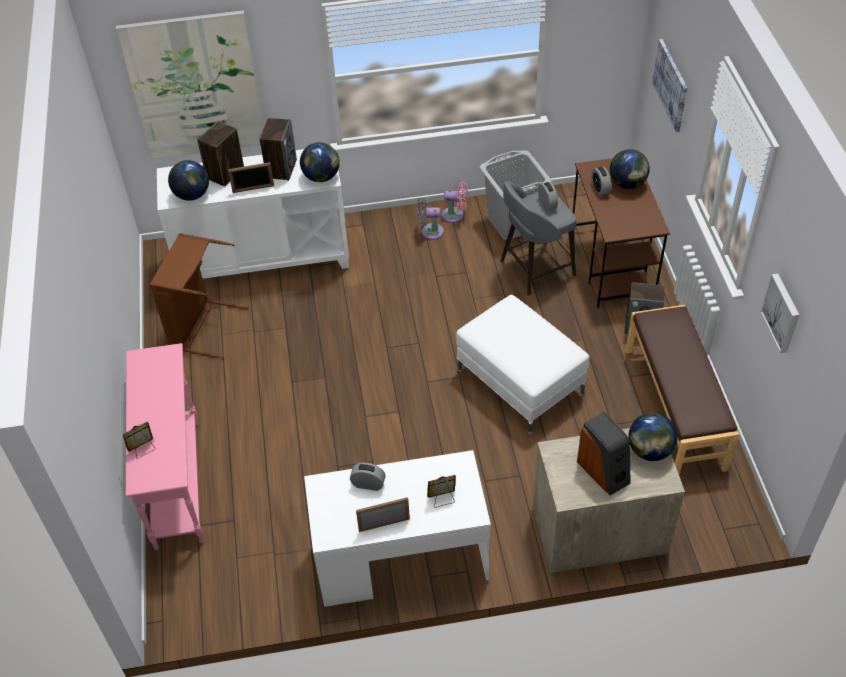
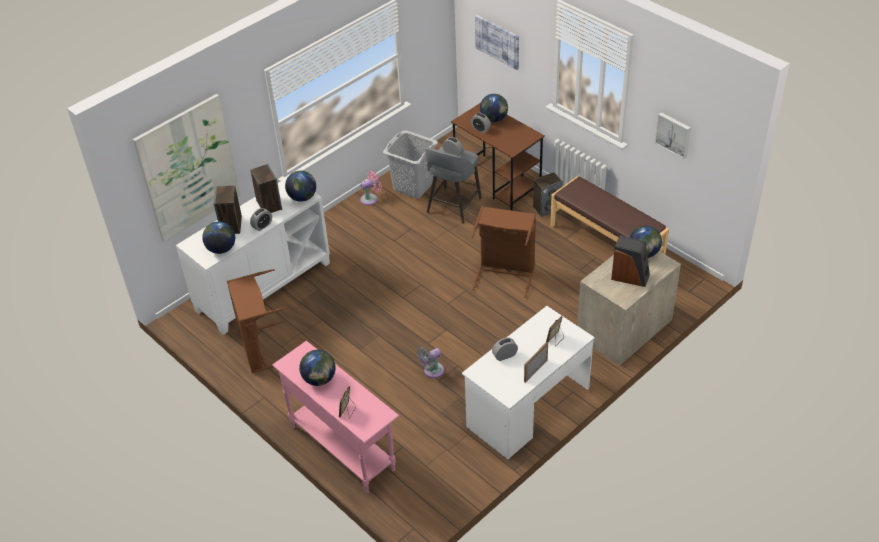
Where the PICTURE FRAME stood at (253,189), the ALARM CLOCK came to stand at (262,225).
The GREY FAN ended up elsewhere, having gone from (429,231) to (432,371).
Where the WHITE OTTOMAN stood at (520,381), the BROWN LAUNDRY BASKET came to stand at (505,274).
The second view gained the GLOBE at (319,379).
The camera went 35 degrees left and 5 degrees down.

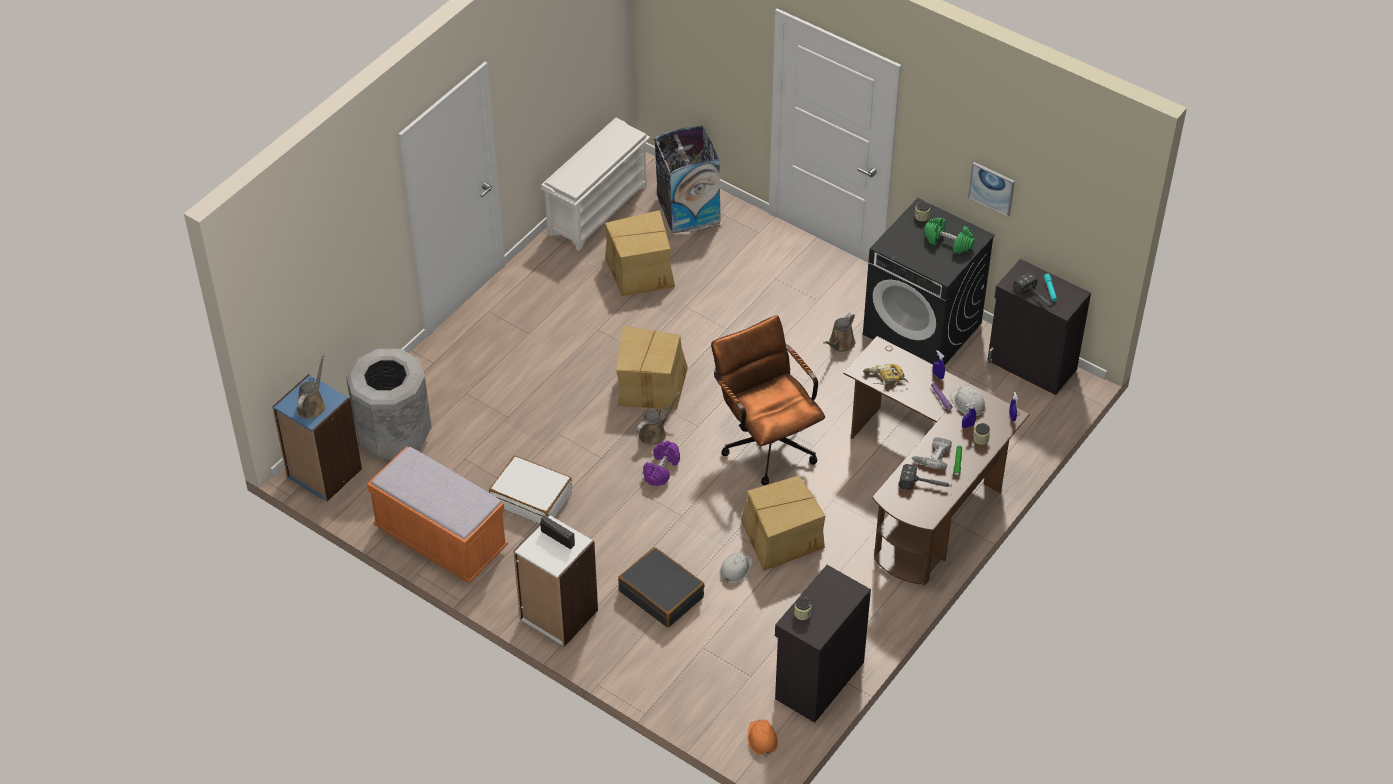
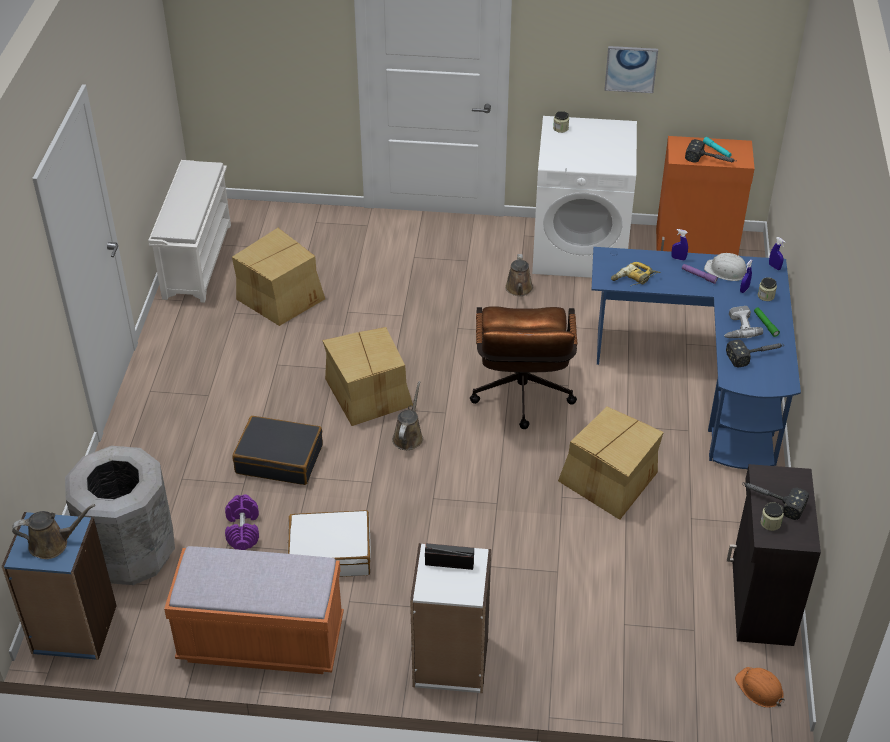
The second view lost the TRASH CAN at (688,210).
What was the BLACK WASHING MACHINE at (923,329) turned into the WHITE WASHING MACHINE at (580,249).
The second view lost the GREEN DUMBBELL at (948,242).
What was the BLACK CABINET at (1031,366) turned into the ORANGE CABINET at (697,244).
The BROWN OFFICE CHAIR at (766,441) ended up facing another way, 120 degrees counterclockwise from before.
What was the BROWN DESK at (927,492) turned into the BLUE DESK at (705,382).
The BROWN WATERING CAN at (312,405) ended up facing another way, 90 degrees clockwise from before.
The PURPLE DUMBBELL ended up elsewhere, having gone from (661,469) to (243,530).
The BLACK SUITCASE ended up elsewhere, having gone from (661,594) to (279,459).
The second view lost the WHITE HARD HAT at (735,569).
The second view gained the HAMMER at (771,500).
The camera went 30 degrees left and 5 degrees down.

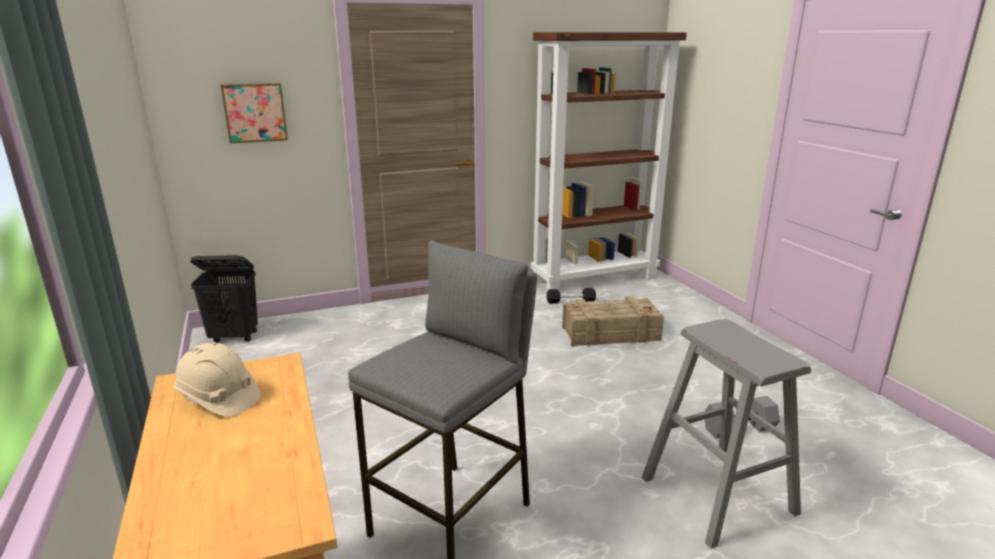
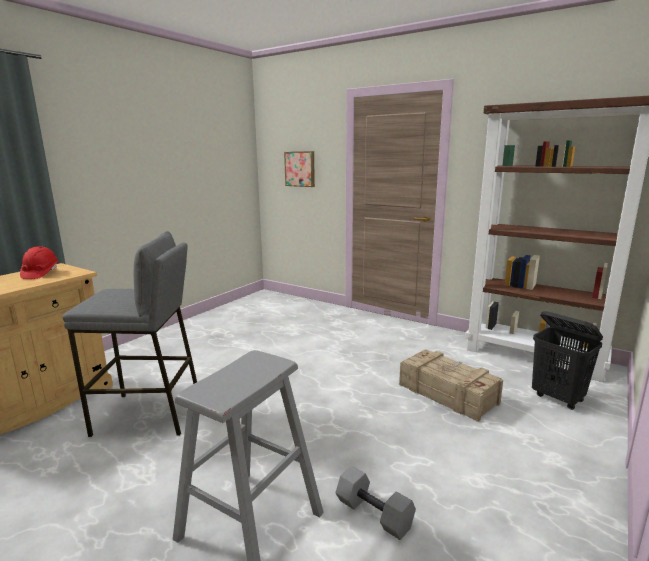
The BLACK LAUNDRY BASKET ended up elsewhere, having gone from (234,337) to (558,398).
The second view lost the BLACK DUMBBELL at (570,301).
What was the BEIGE HARD HAT at (218,398) turned into the RED HARD HAT at (40,274).
The camera went 55 degrees right and 5 degrees down.

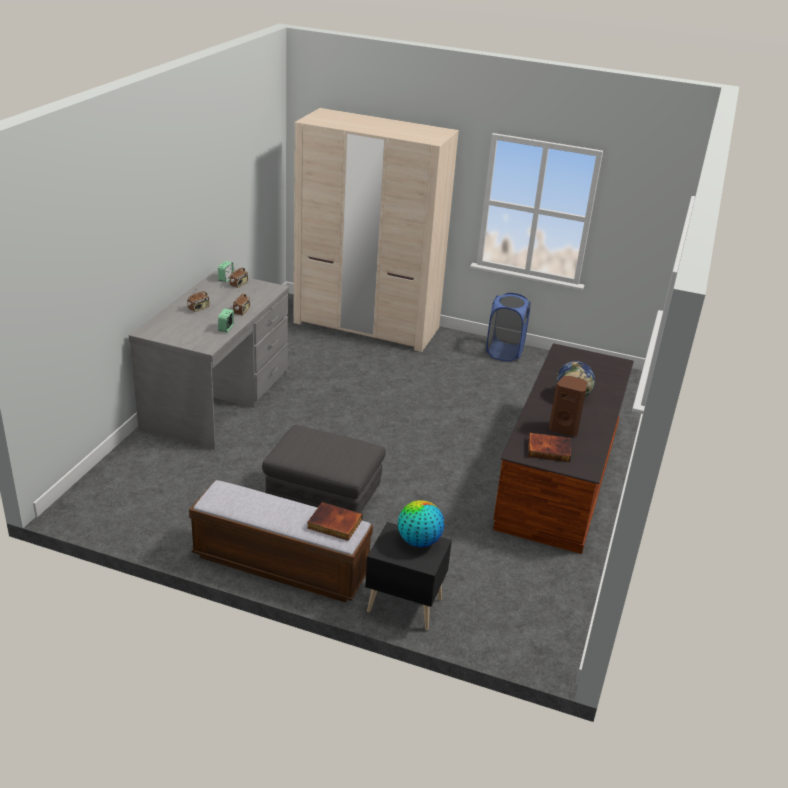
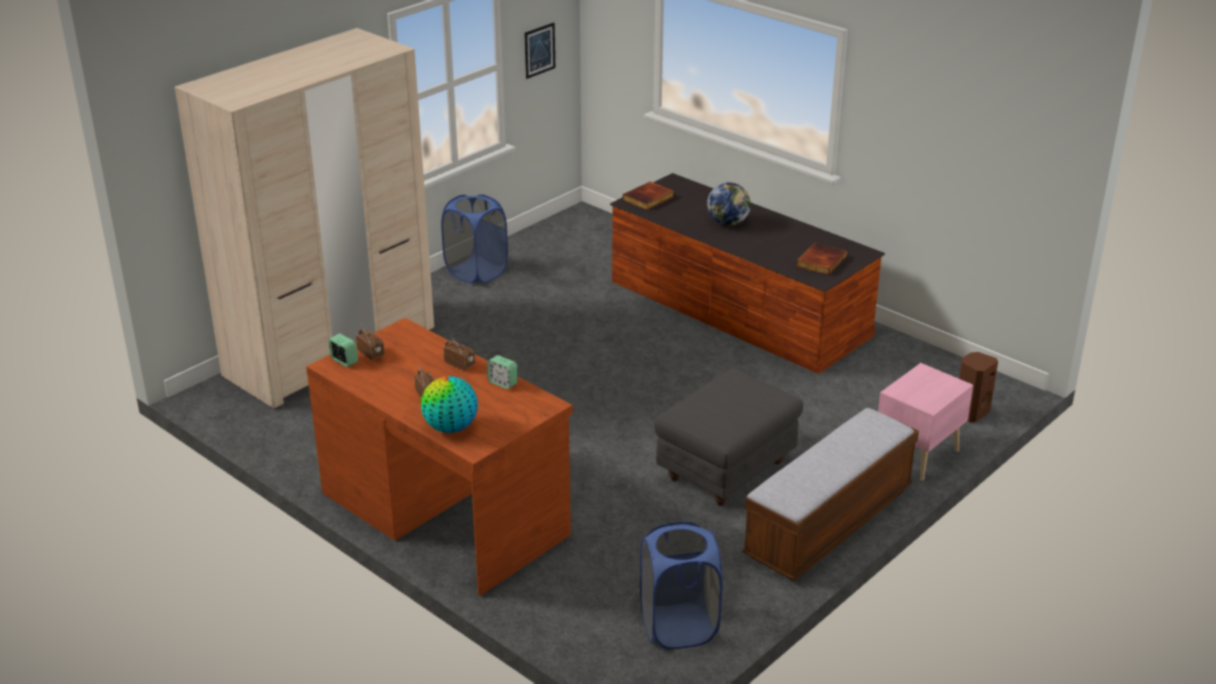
What was the GREY DESK at (218,399) turned into the BROWN DESK at (445,512).
The BROWN SPEAKER ended up elsewhere, having gone from (564,428) to (970,412).
The GLOBE ended up elsewhere, having gone from (418,541) to (450,428).
The BOOK ended up elsewhere, having gone from (334,524) to (649,199).
What was the BLACK NIGHTSTAND at (404,604) turned into the PINK NIGHTSTAND at (916,455).
The second view gained the PICTURE at (539,50).
The second view gained the BLUE LAUNDRY BASKET at (678,627).
The camera went 65 degrees left and 0 degrees up.

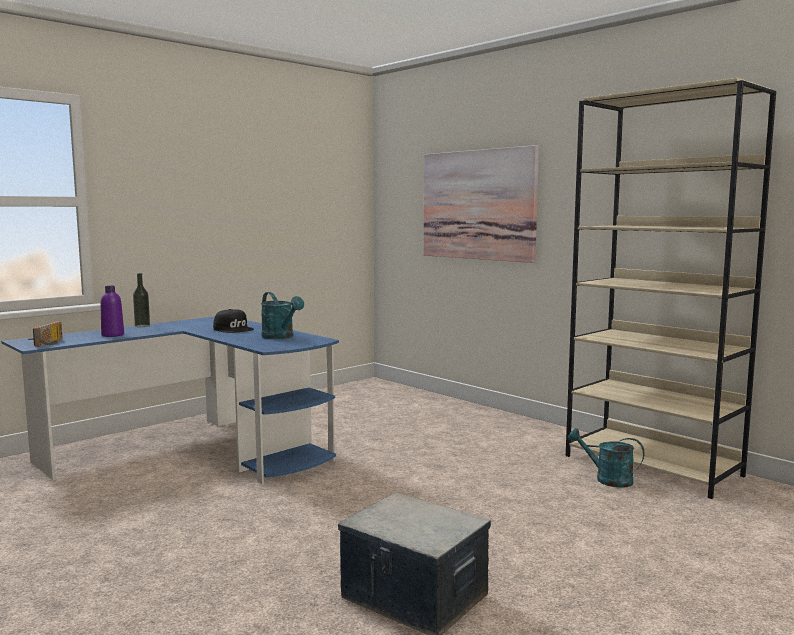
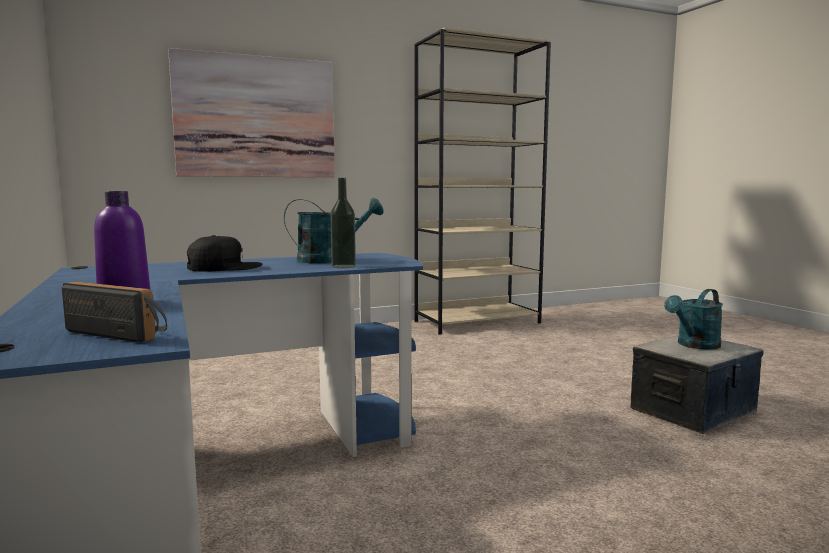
The BOTTLE ended up elsewhere, having gone from (142,326) to (343,266).
The TURQUOISE WATERING CAN ended up elsewhere, having gone from (607,479) to (694,345).
The camera went 70 degrees left and 0 degrees up.

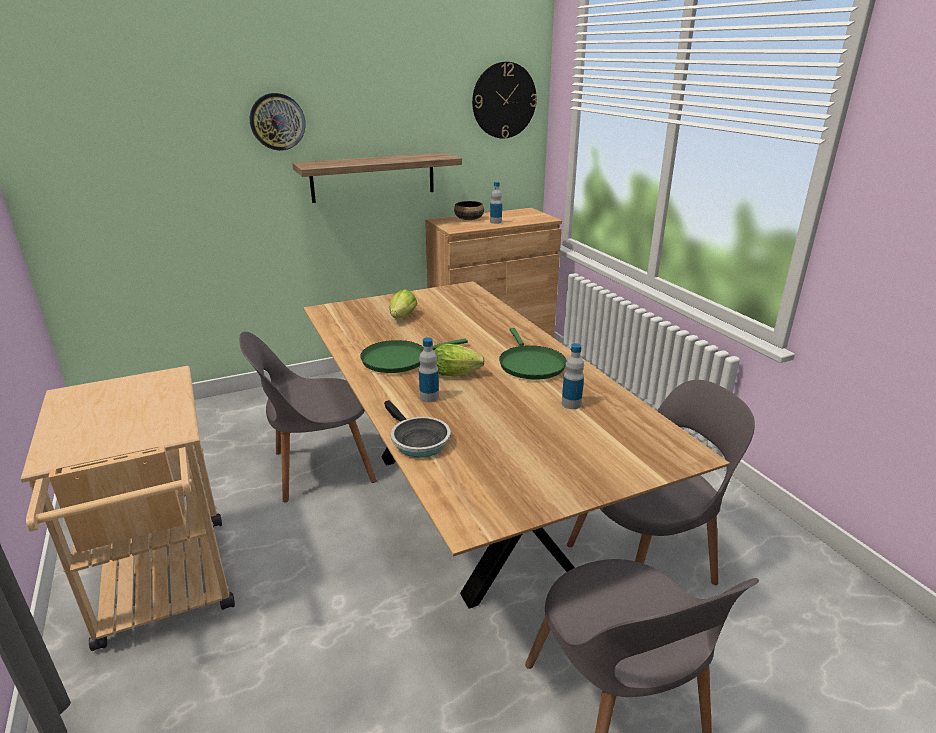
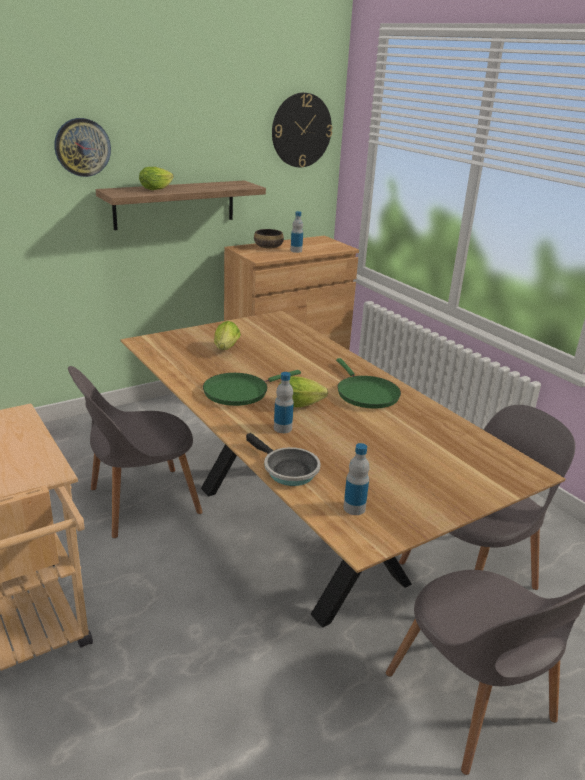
The BOTTLE ended up elsewhere, having gone from (571,404) to (354,508).
The second view gained the LETTUCE at (158,188).
The camera went 10 degrees left and 0 degrees up.

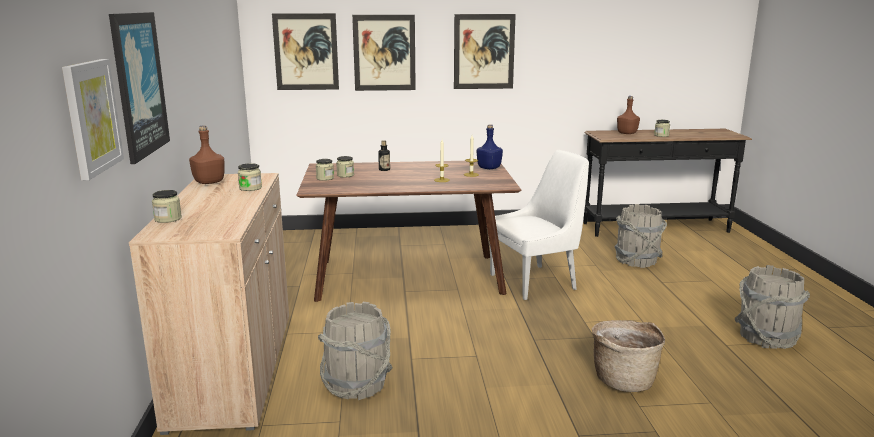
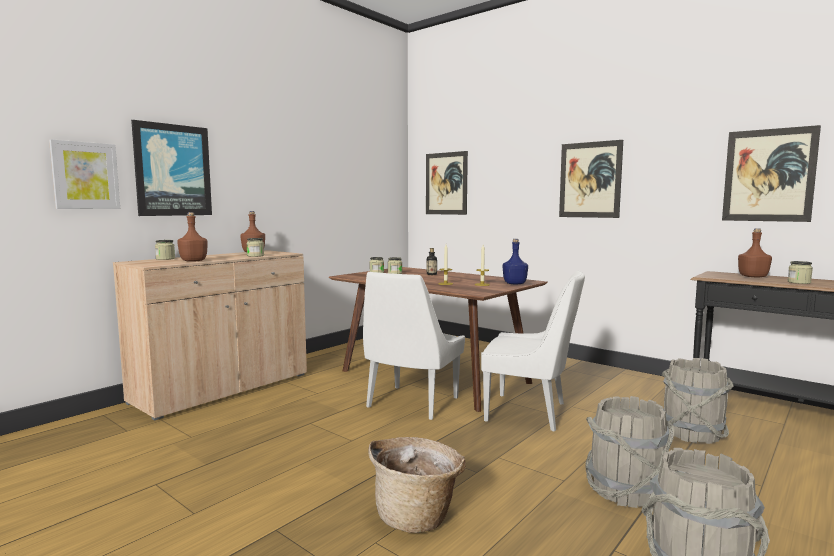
The PICTURE ended up elsewhere, having gone from (384,53) to (768,175).
The GREY BUCKET ended up elsewhere, having gone from (357,385) to (625,491).
The second view gained the BROWN BOTTLE at (193,261).
The second view gained the WHITE CHAIR at (411,403).
The camera went 45 degrees right and 10 degrees down.

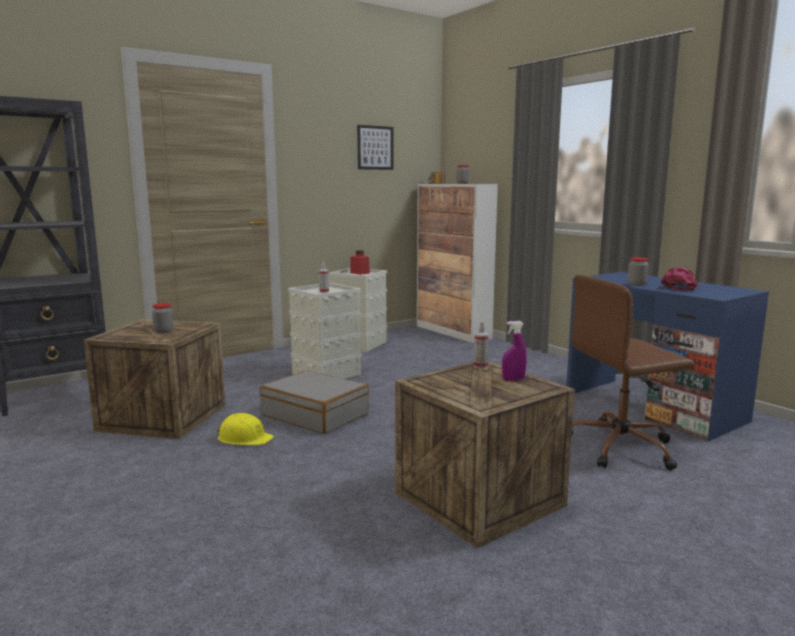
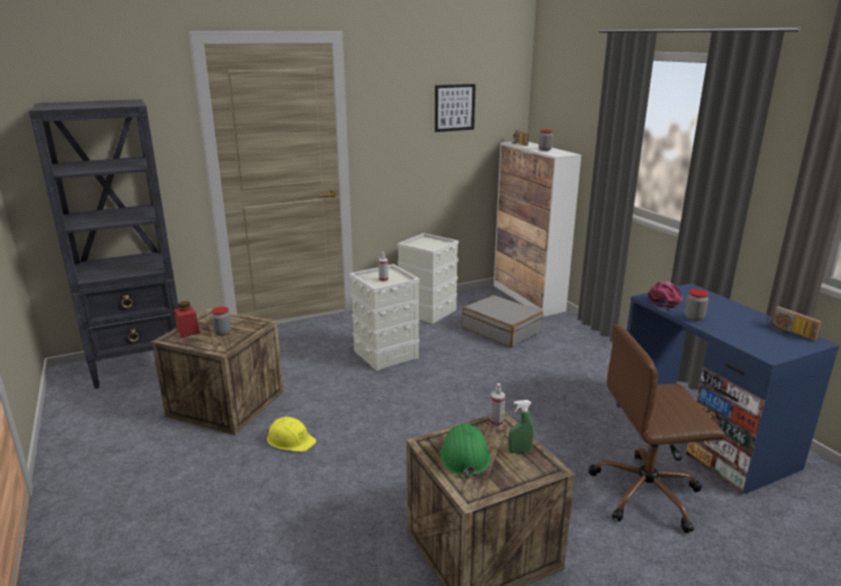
The RED JAR ended up elsewhere, having gone from (359,273) to (188,331).
The PINK CAP ended up elsewhere, having gone from (679,287) to (665,300).
What was the PURPLE SPRAY BOTTLE at (513,379) turned into the GREEN SPRAY BOTTLE at (519,451).
The GREY SUITCASE ended up elsewhere, having gone from (315,414) to (501,330).
The second view gained the RADIO at (789,332).
The second view gained the GREEN HARD HAT at (464,455).
The camera went 10 degrees right and 10 degrees up.

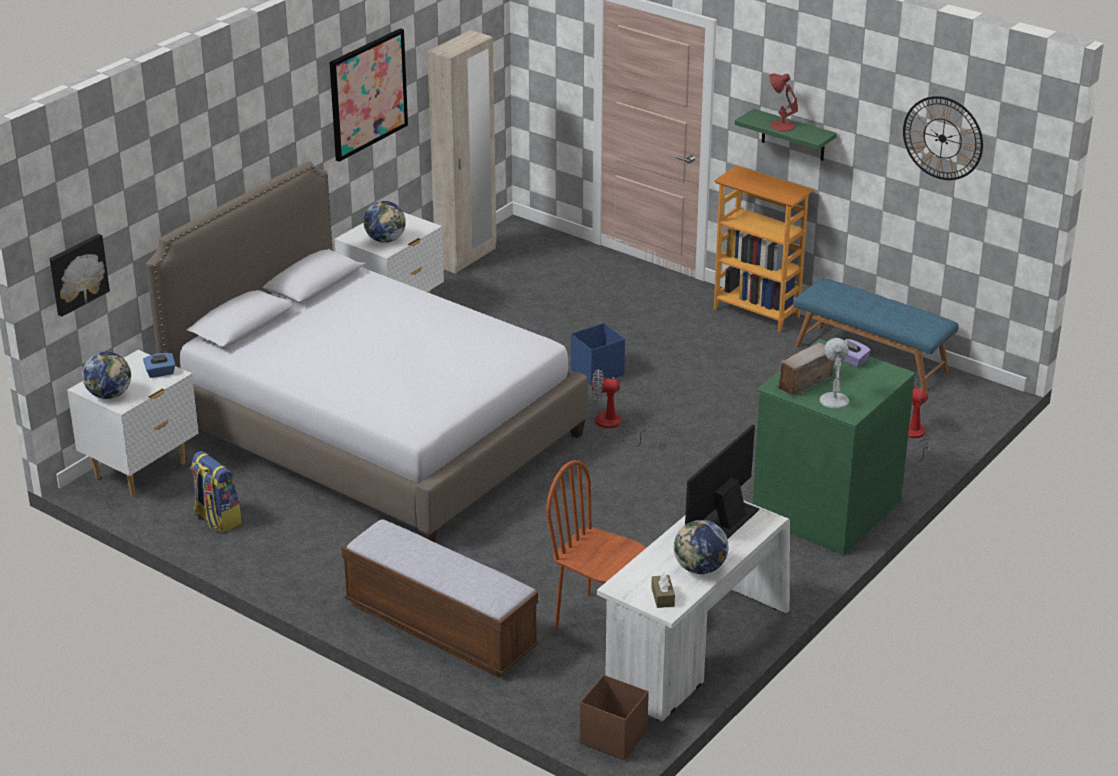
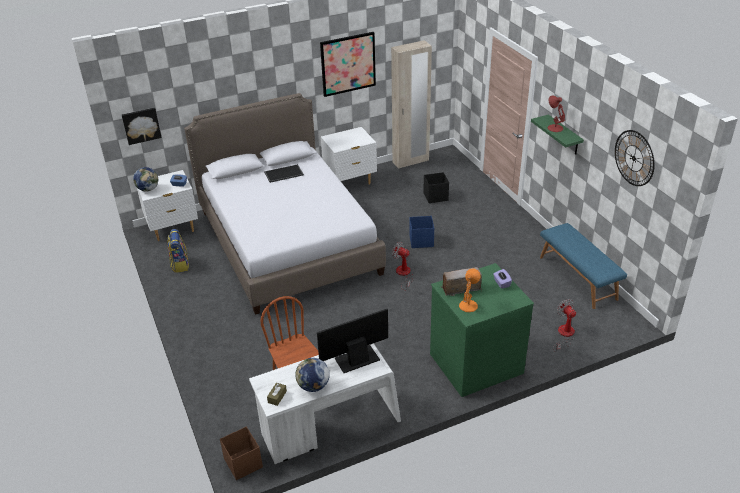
The second view lost the BOOKCASE at (757,312).
The second view lost the GLOBE at (385,240).
What was the WHITE TABLE LAMP at (834,399) turned into the ORANGE TABLE LAMP at (468,305).
The second view lost the BENCH at (440,627).
The second view gained the TRAY at (283,174).
The second view gained the BLACK STORAGE BOX at (435,196).
The camera went 30 degrees right and 5 degrees up.

